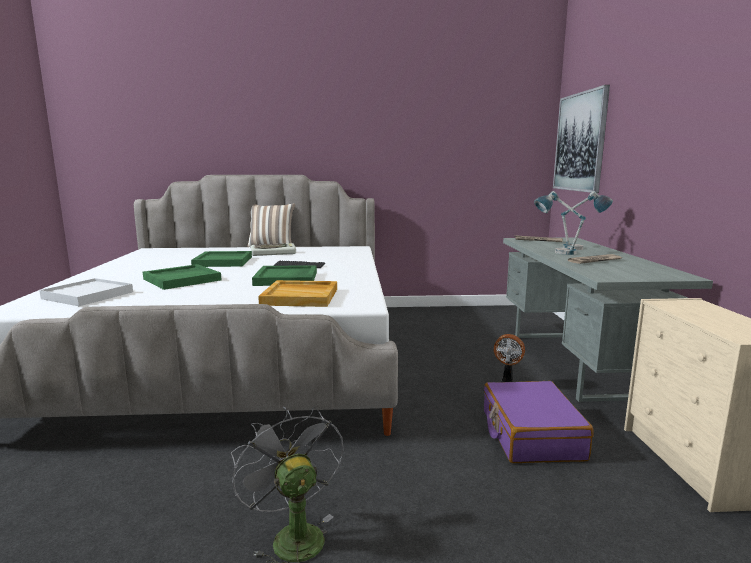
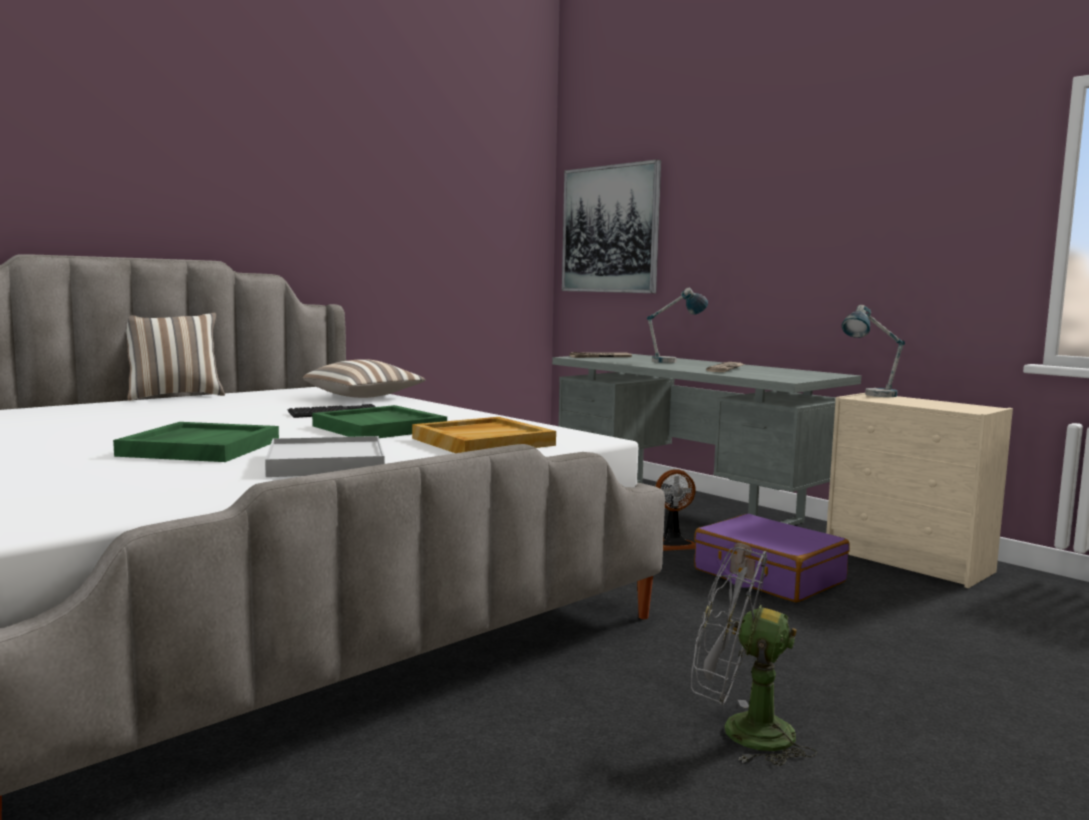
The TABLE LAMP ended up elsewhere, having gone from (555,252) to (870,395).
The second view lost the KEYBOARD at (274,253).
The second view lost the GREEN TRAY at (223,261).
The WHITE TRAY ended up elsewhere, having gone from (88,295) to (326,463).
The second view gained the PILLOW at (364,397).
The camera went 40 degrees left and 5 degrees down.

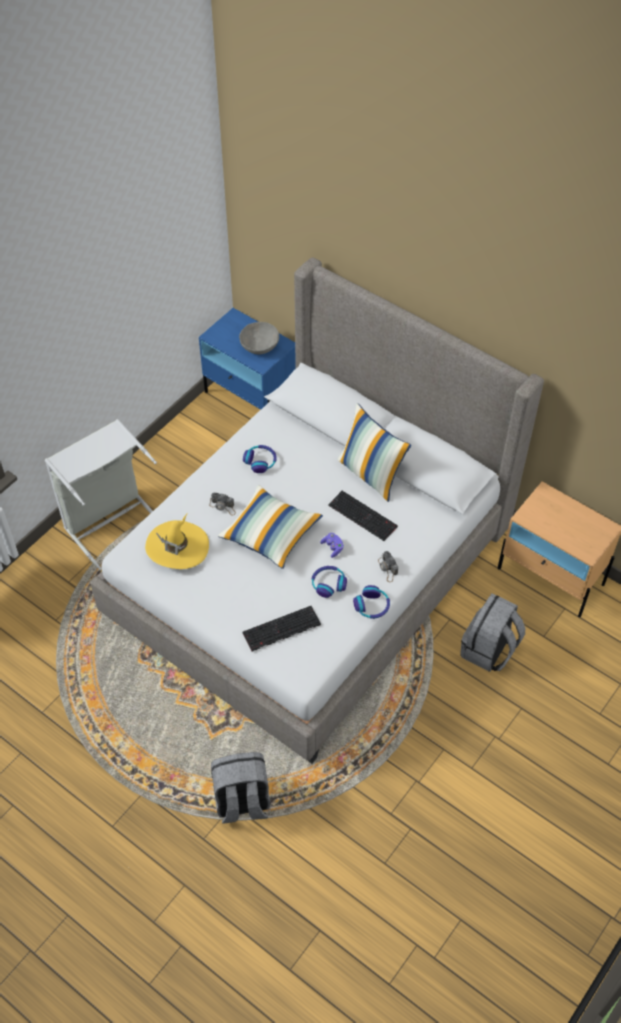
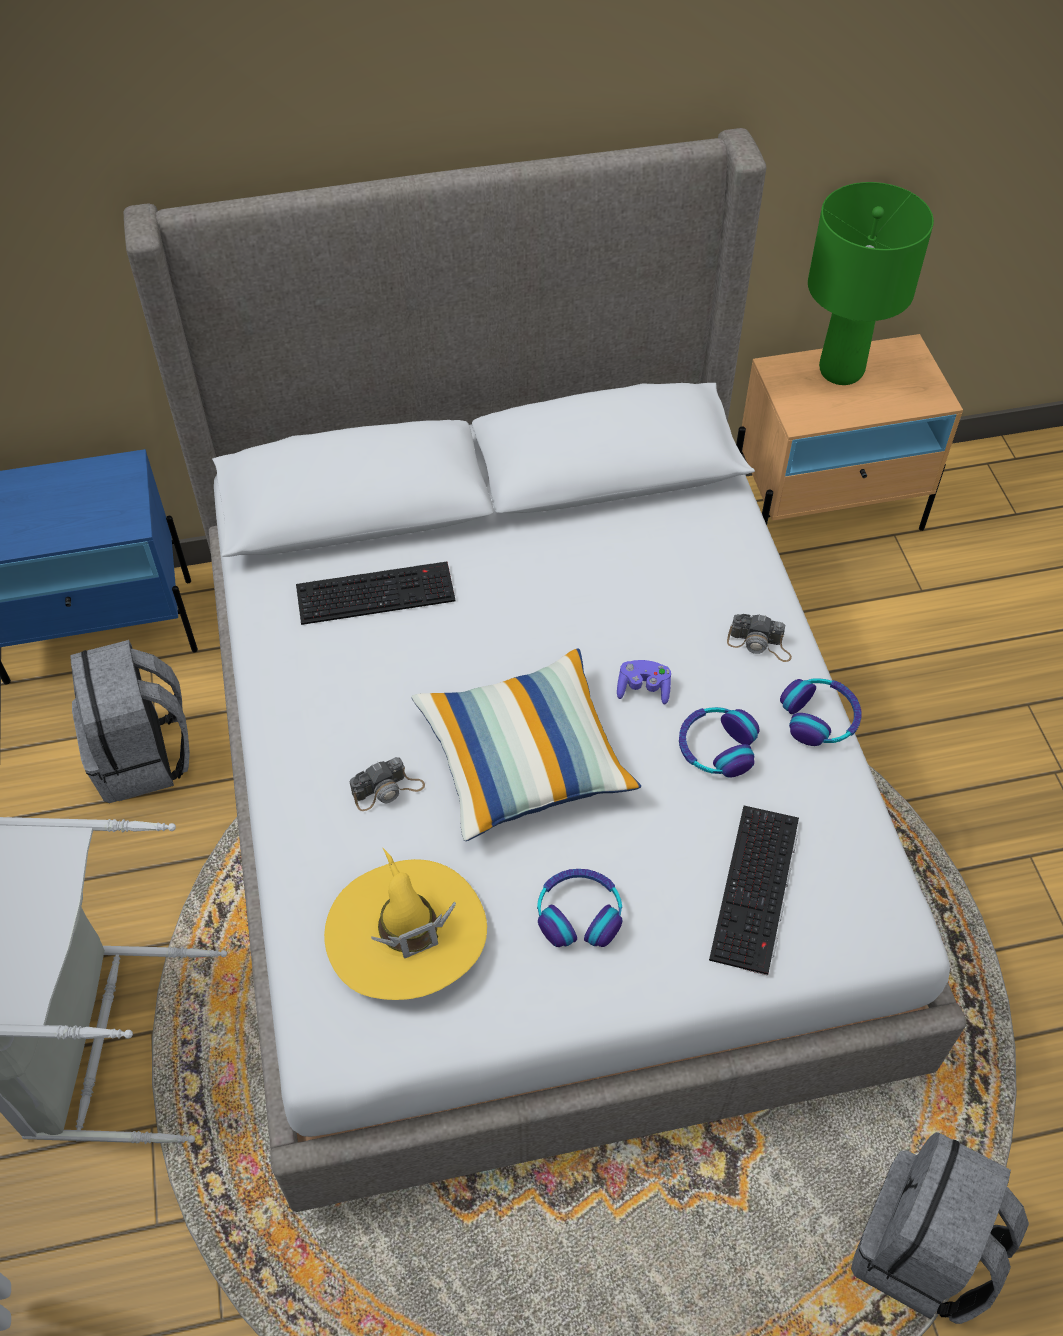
The second view lost the GREY BOWL at (260,346).
The second view lost the PILLOW at (371,474).
The HEADPHONES ended up elsewhere, having gone from (260,461) to (579,914).
The KEYBOARD ended up elsewhere, having gone from (364,515) to (377,592).
The GREY BACKPACK ended up elsewhere, having gone from (489,650) to (143,756).
The second view gained the GREEN TABLE LAMP at (842,371).
The camera went 50 degrees left and 0 degrees up.

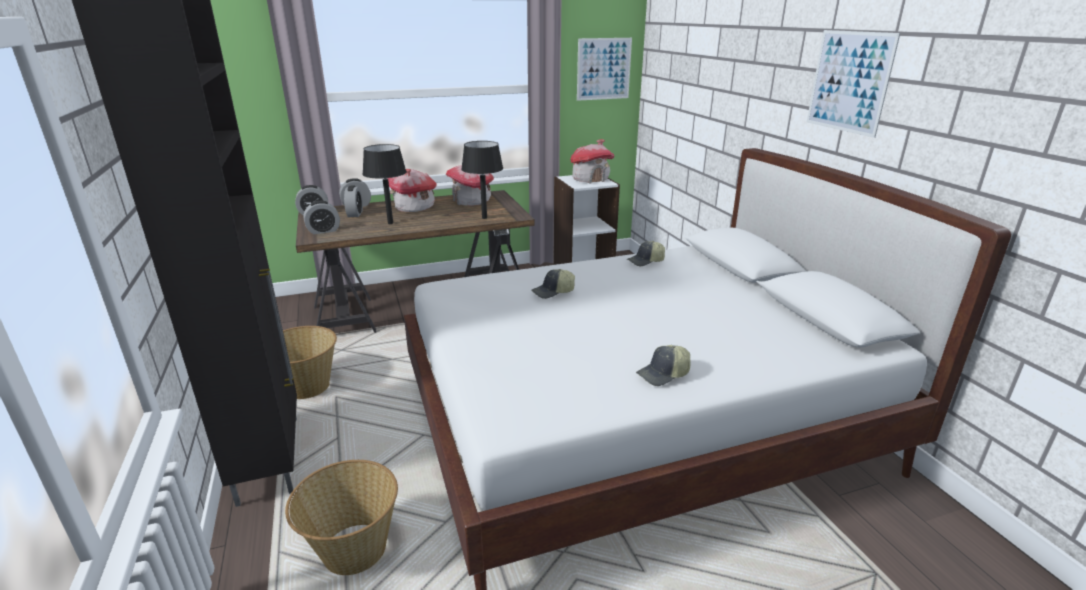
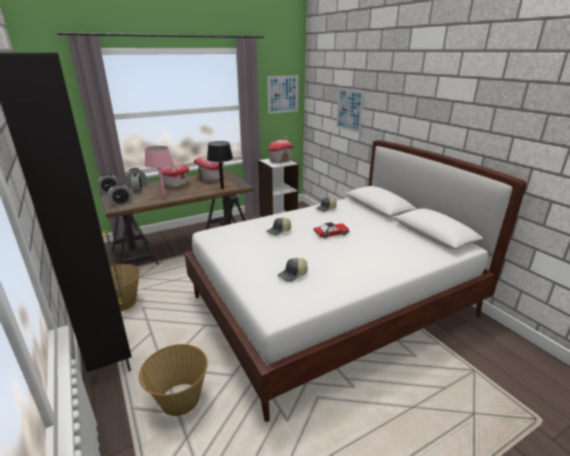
The PICTURE ended up elsewhere, having gone from (849,82) to (349,109).
What was the BLACK TABLE LAMP at (390,223) turned into the PINK TABLE LAMP at (163,195).
The CAP ended up elsewhere, having gone from (664,375) to (293,275).
The second view gained the TOY CAR at (331,233).
The camera went 10 degrees left and 0 degrees up.

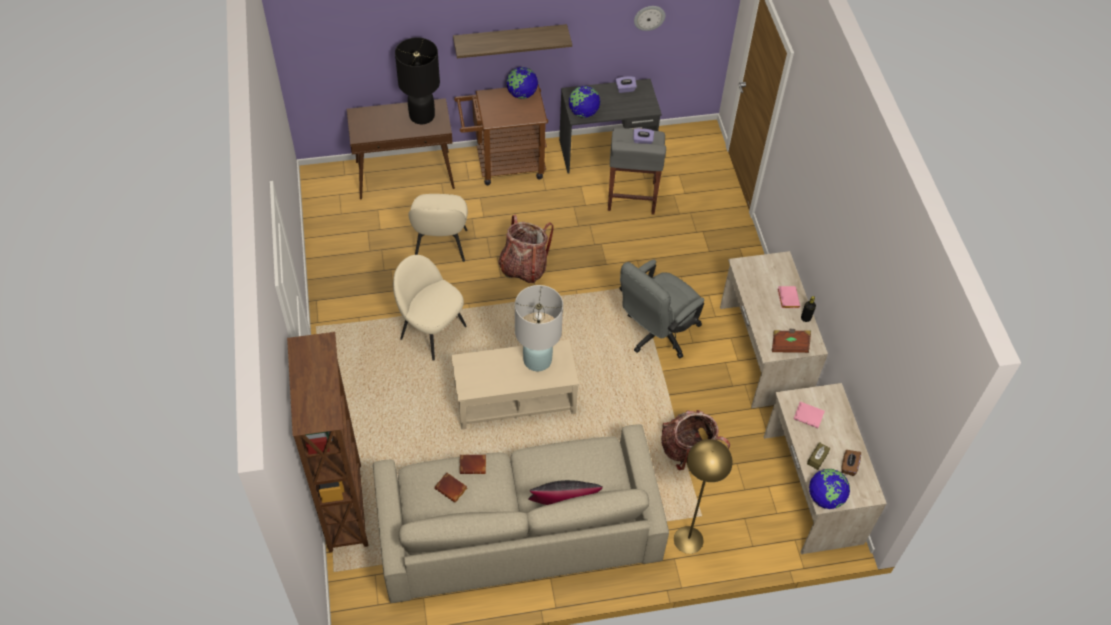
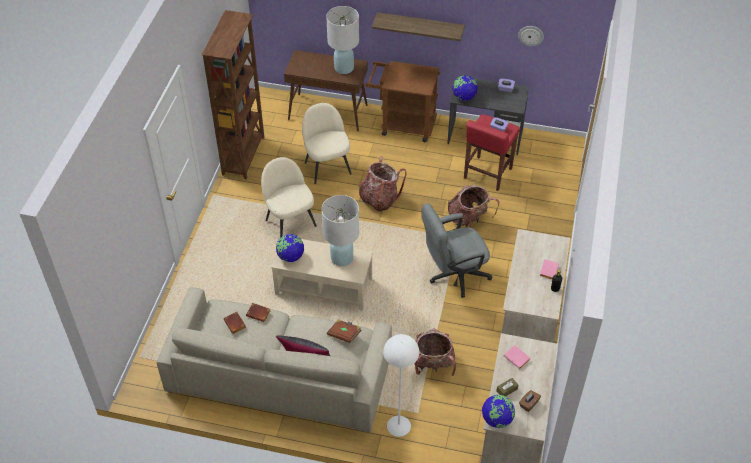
What was the BLACK TABLE LAMP at (421,116) turned into the WHITE TABLE LAMP at (344,68).
The GLOBE ended up elsewhere, having gone from (521,94) to (290,257).
What was the GREY STOOL at (631,197) turned into the RED STOOL at (487,174).
The BEIGE CHAIR at (440,246) ended up facing another way, 135 degrees clockwise from before.
The BROWN BOOK ended up elsewhere, having gone from (789,345) to (344,334).
The BROWN BOOKCASE ended up elsewhere, having gone from (346,506) to (244,155).
What was the YELLOW FLOOR LAMP at (688,540) turned into the WHITE FLOOR LAMP at (398,426).
The second view gained the BACKPACK at (469,219).
The camera went 25 degrees right and 5 degrees down.

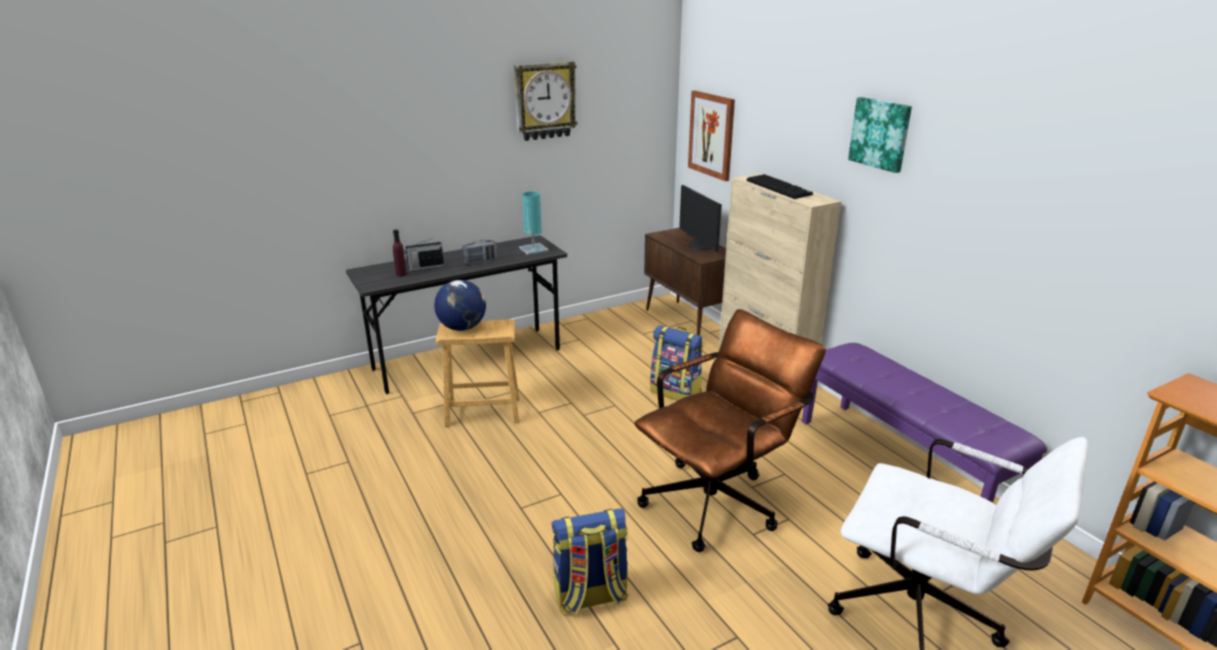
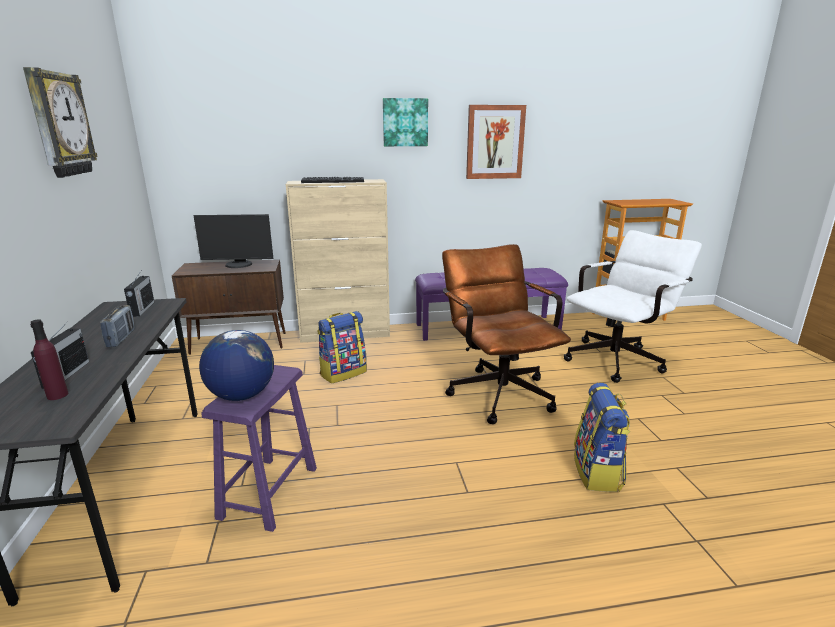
The PICTURE ended up elsewhere, having gone from (711,135) to (495,142).
Where the TURQUOISE TABLE LAMP stood at (533,249), the RADIO came to stand at (142,309).
What was the BROWN STOOL at (483,412) turned into the PURPLE STOOL at (269,492).
The camera went 70 degrees left and 5 degrees down.

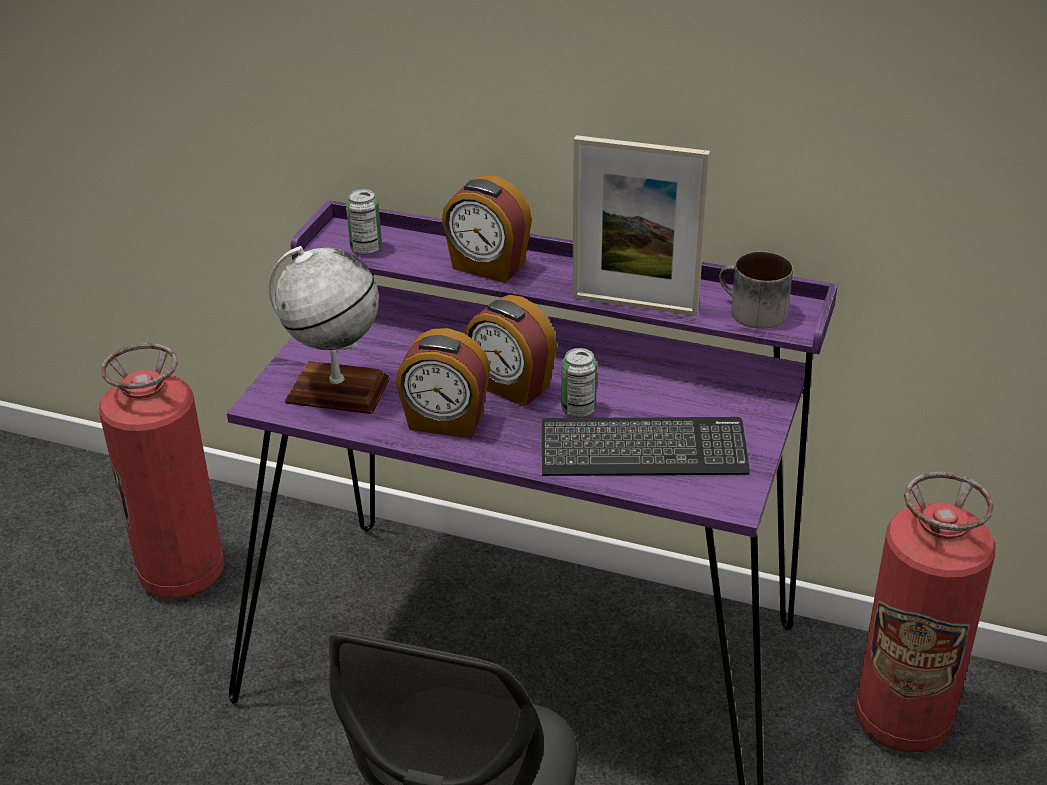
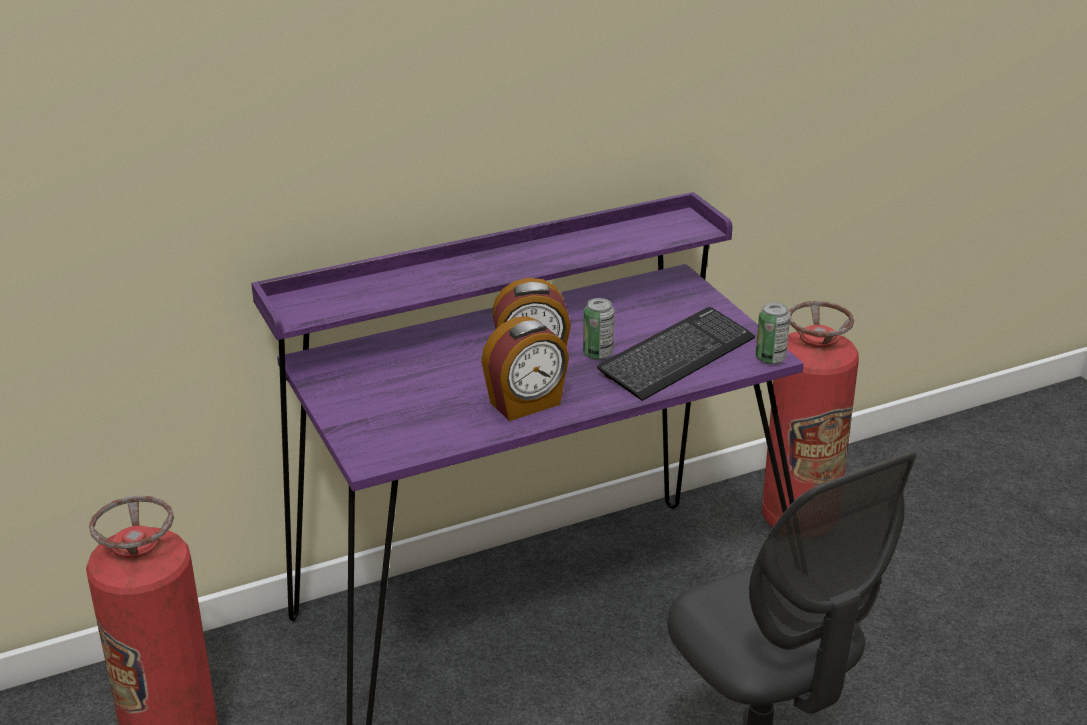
The second view lost the PICTURE FRAME at (634,305).
The second view lost the ALARM CLOCK at (487,267).
The CAN ended up elsewhere, having gone from (366,249) to (770,358).
The second view lost the GLOBE at (337,390).
The second view lost the MUG at (750,312).
The camera went 45 degrees left and 5 degrees down.

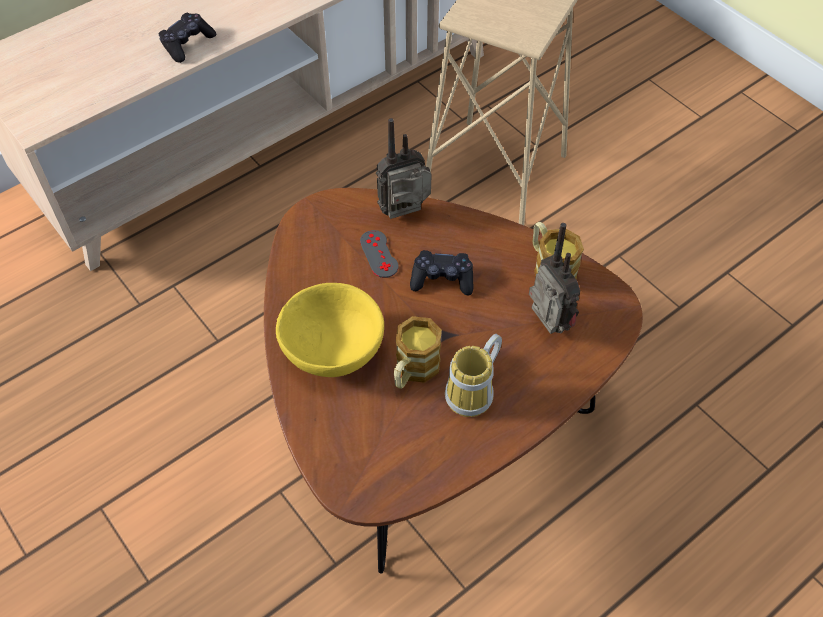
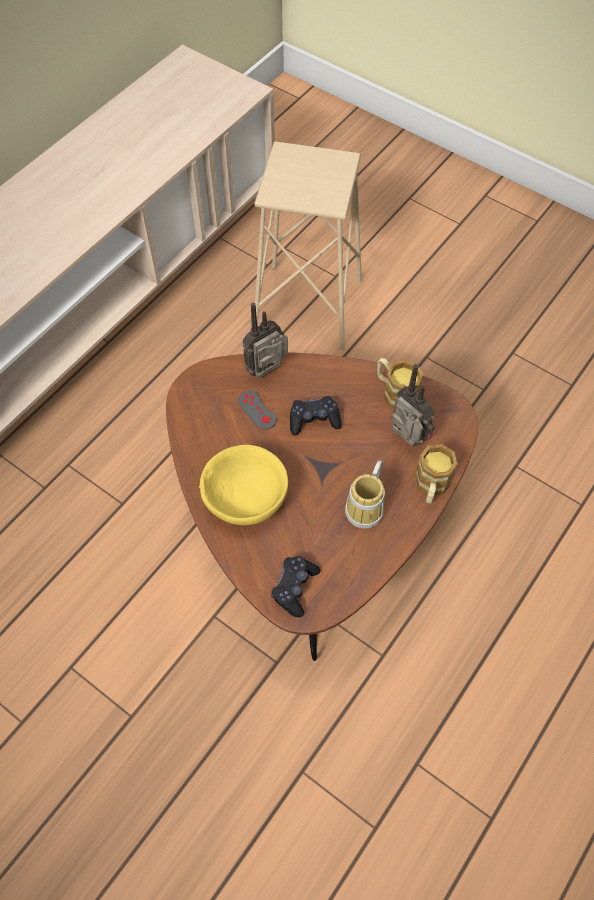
The BLACK GAME CONTROLLER ended up elsewhere, having gone from (187,44) to (294,588).
The MUG ended up elsewhere, having gone from (413,371) to (431,487).
The camera went 15 degrees left and 5 degrees up.

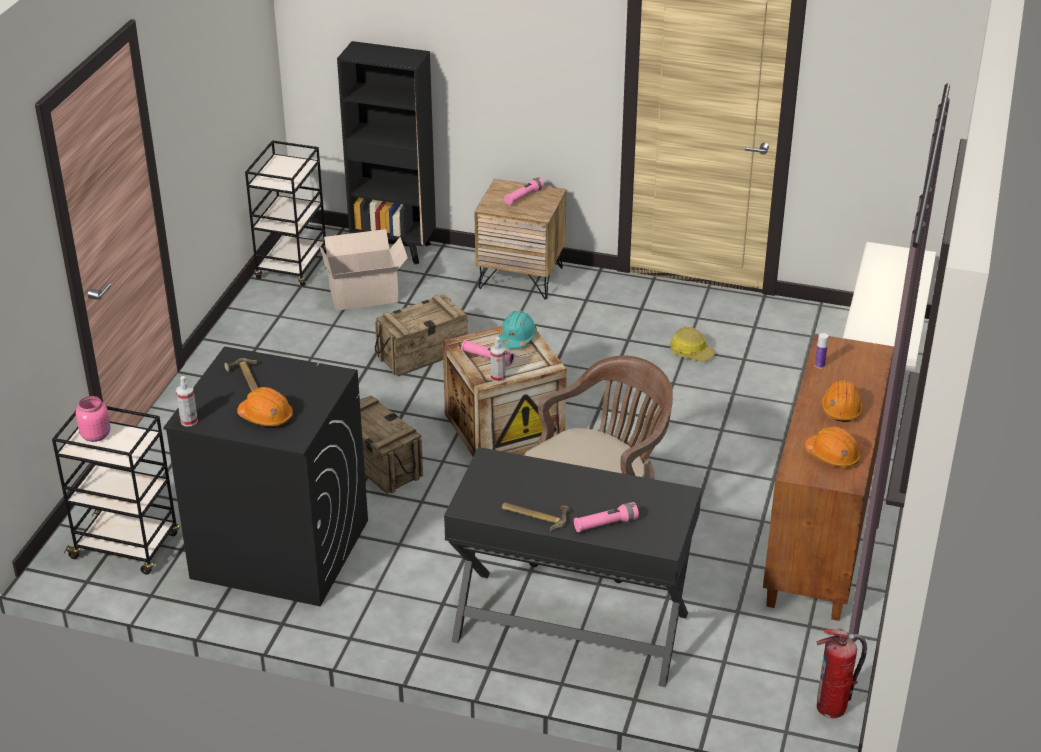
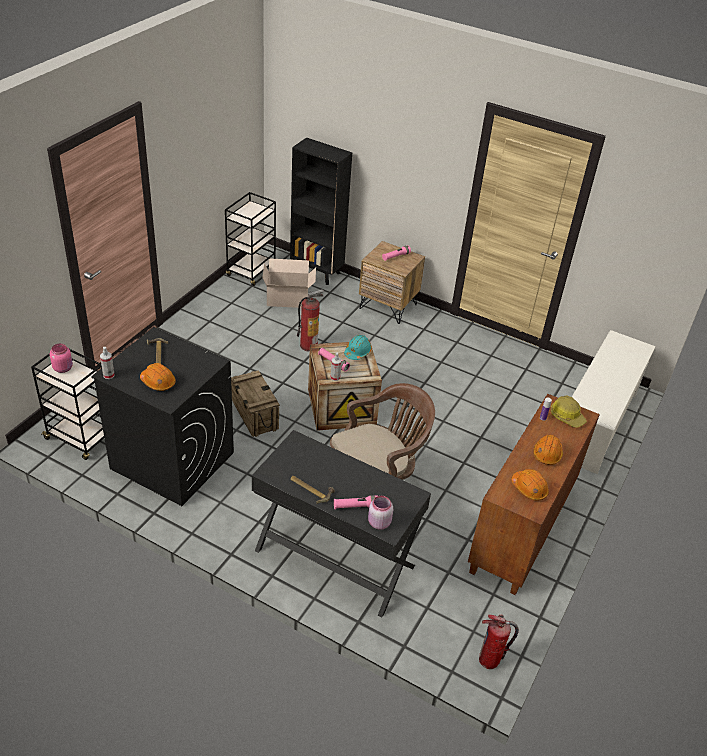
Where the CRATE stood at (422,354), the FIRE EXTINGUISHER came to stand at (309,345).
The HARD HAT ended up elsewhere, having gone from (691,352) to (567,416).
The second view gained the PINK JAR at (378,523).
The camera went 10 degrees right and 5 degrees up.

